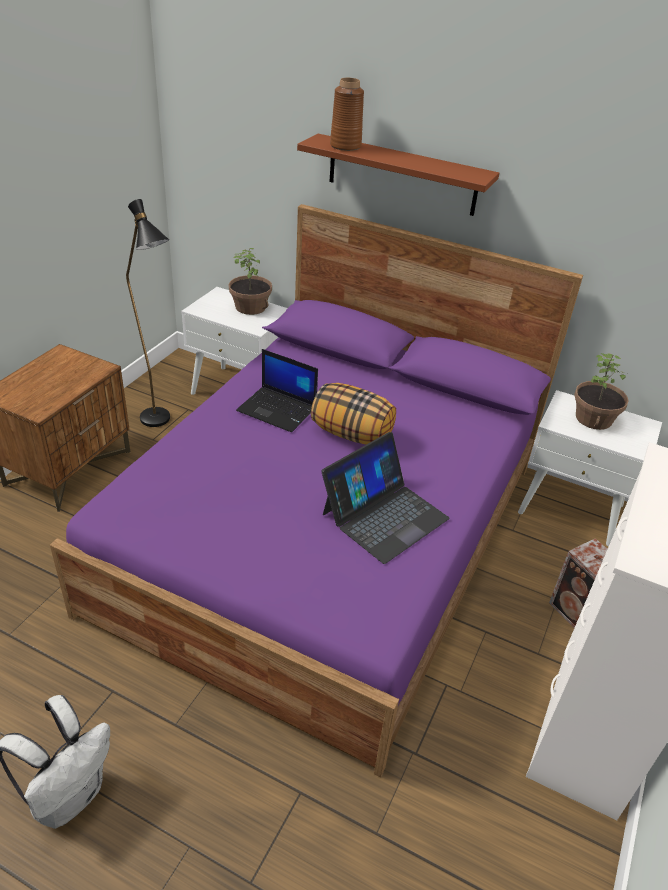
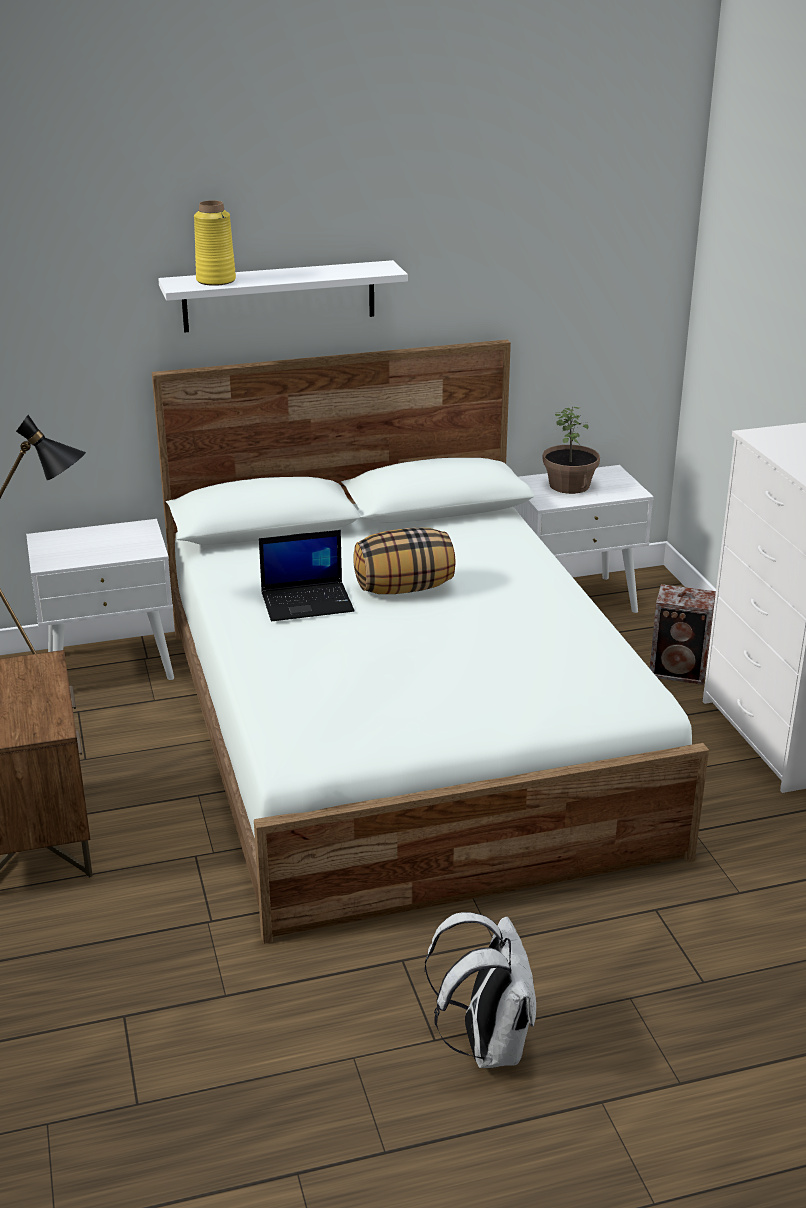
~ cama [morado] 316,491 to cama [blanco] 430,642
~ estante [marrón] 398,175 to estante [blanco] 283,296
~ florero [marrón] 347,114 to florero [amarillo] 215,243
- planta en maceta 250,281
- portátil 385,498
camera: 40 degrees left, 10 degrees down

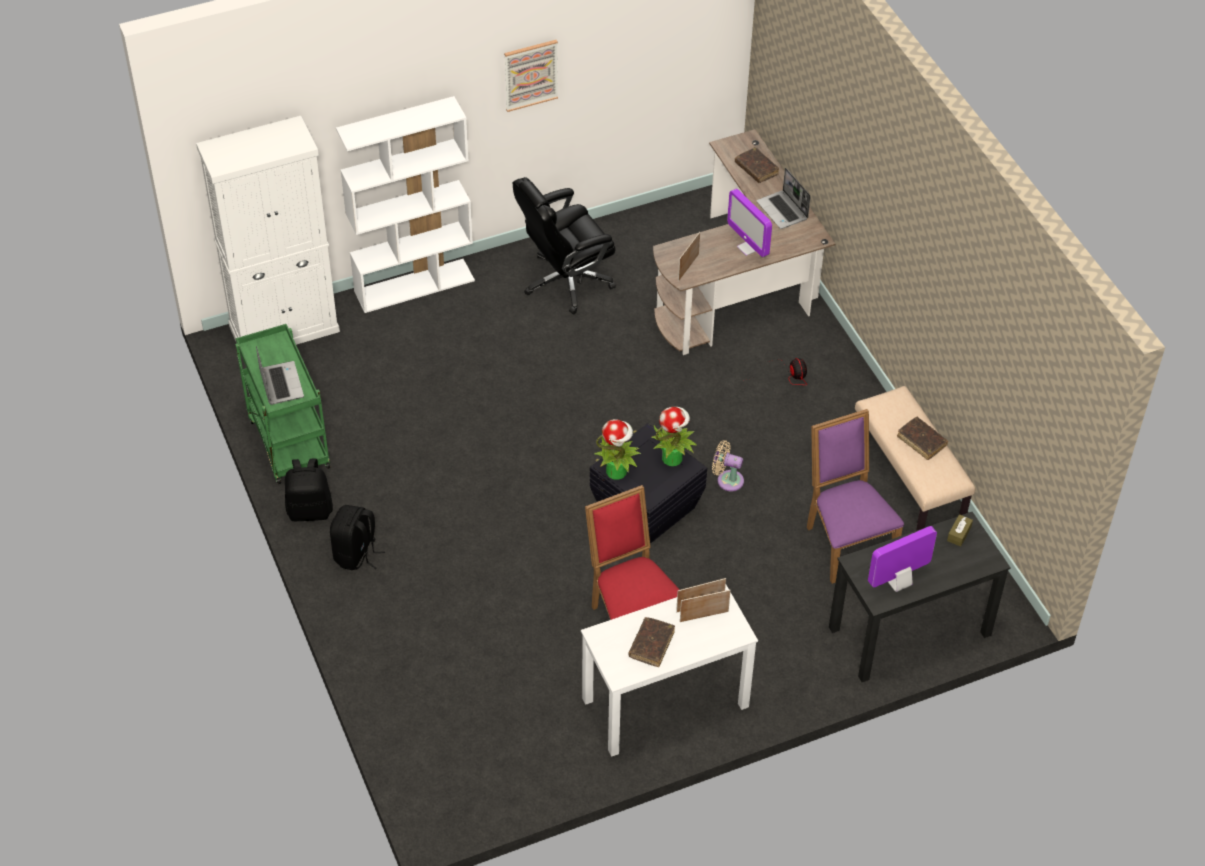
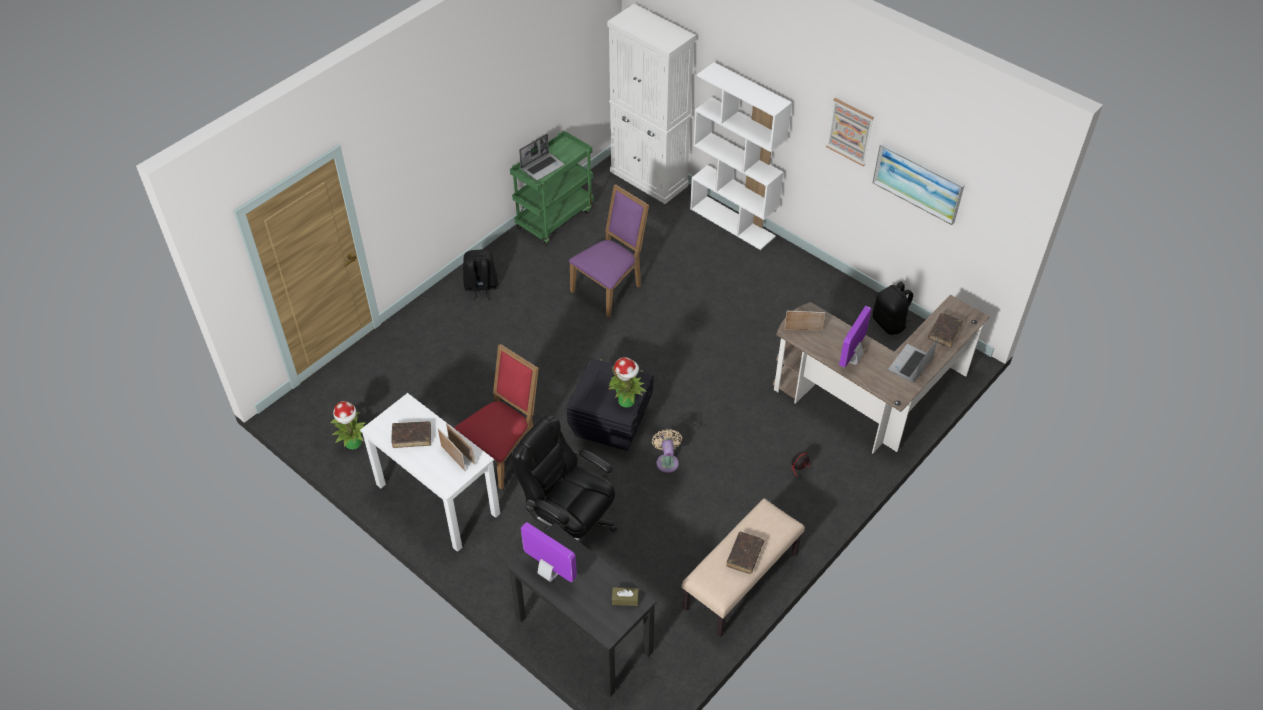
~ planta en maceta 617,449 to 347,425
~ silla de oficina [negro] 564,246 to 564,478
~ silla [morado] 855,496 to 609,251
+ cuadro 919,184
~ mochila [negro] 309,489 to 893,308
camera: 65 degrees right, 0 degrees up

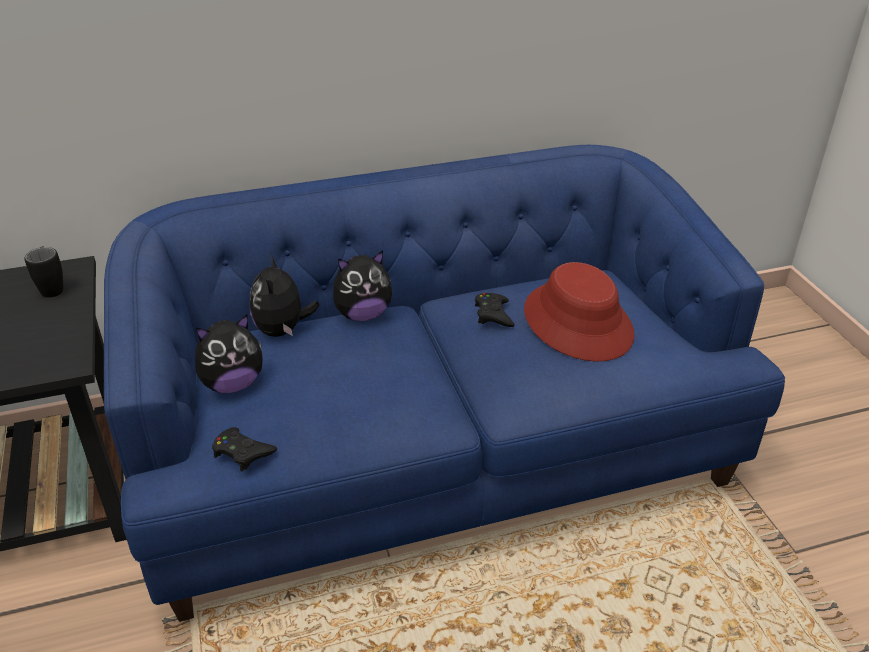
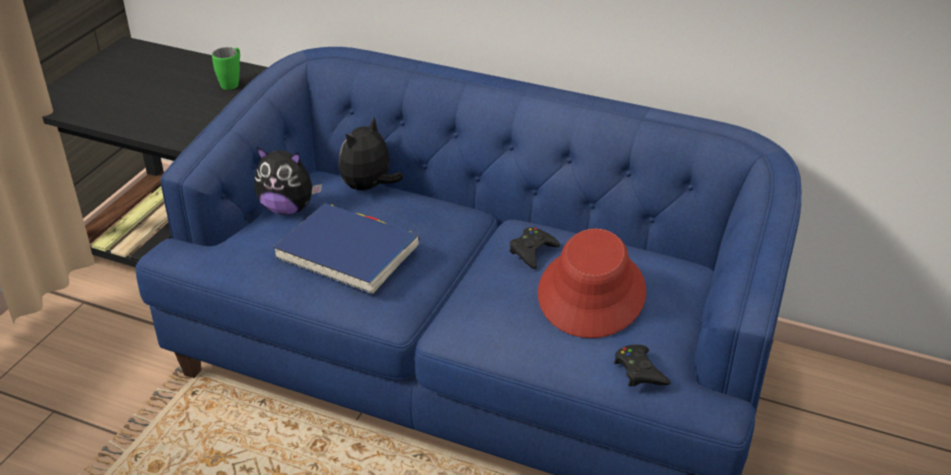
~ taza grande [negro] 43,272 to taza grande [verde] 226,68
+ libro [azul] 346,248
~ mando de consola [negro] 244,449 to 642,366
- peluche 362,286
camera: 40 degrees right, 0 degrees up

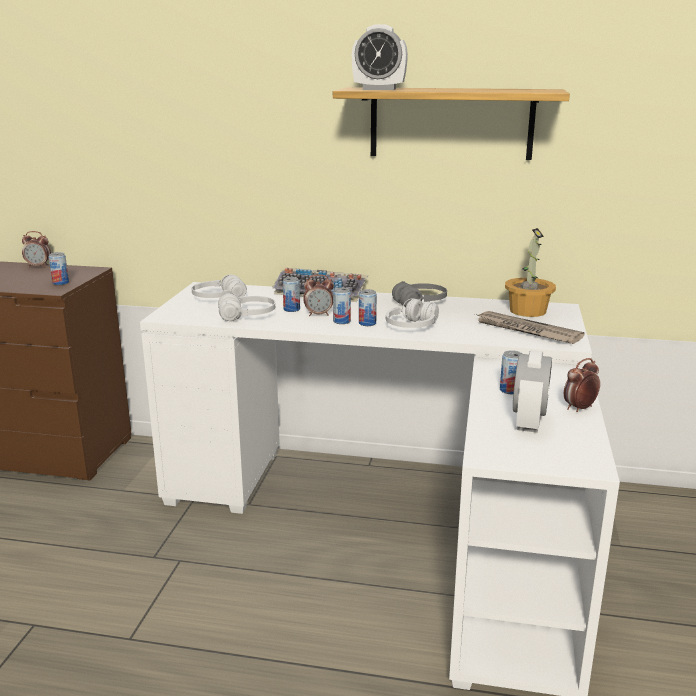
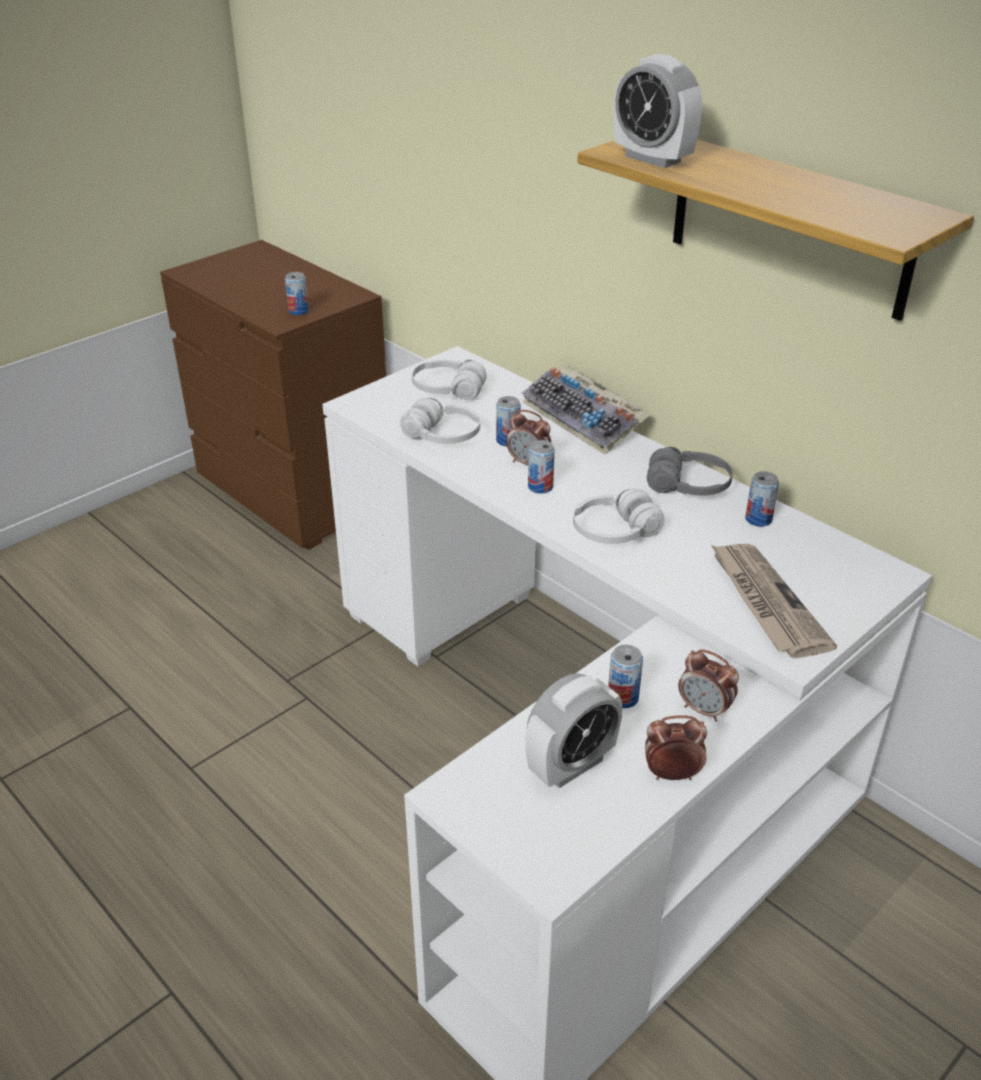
~ despertador 36,249 to 708,685
~ lata 368,307 to 762,499
- planta en maceta 530,272
camera: 35 degrees right, 15 degrees up

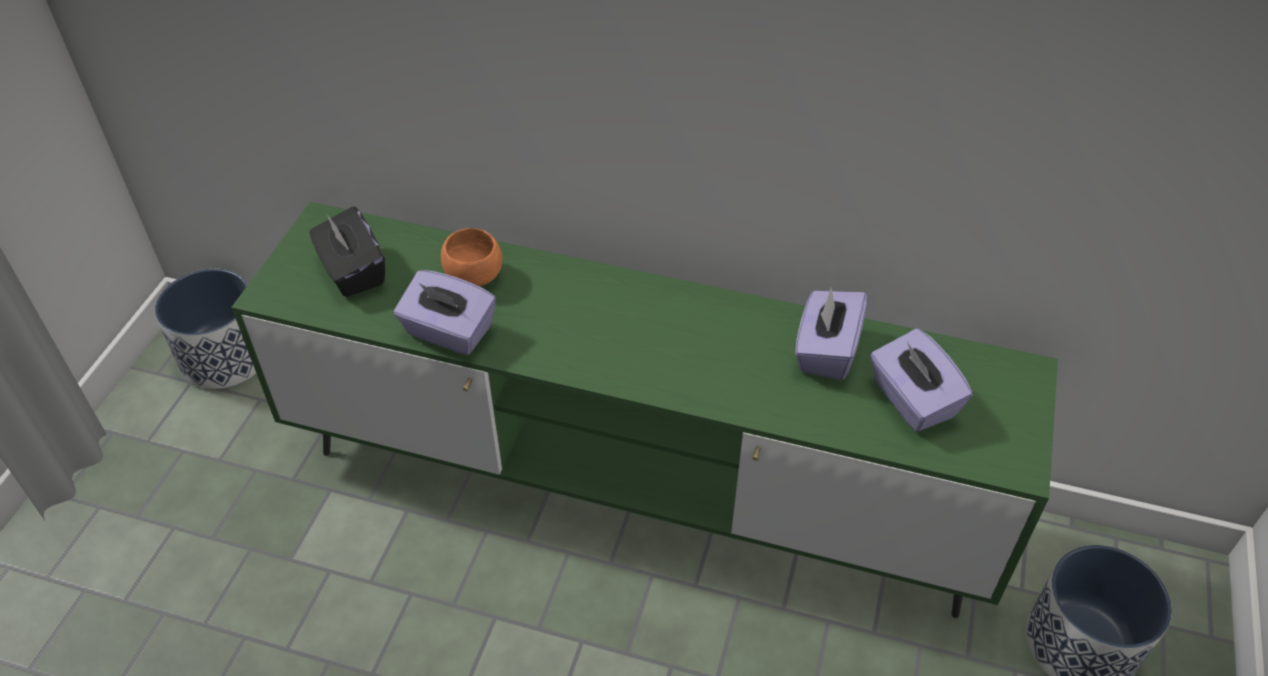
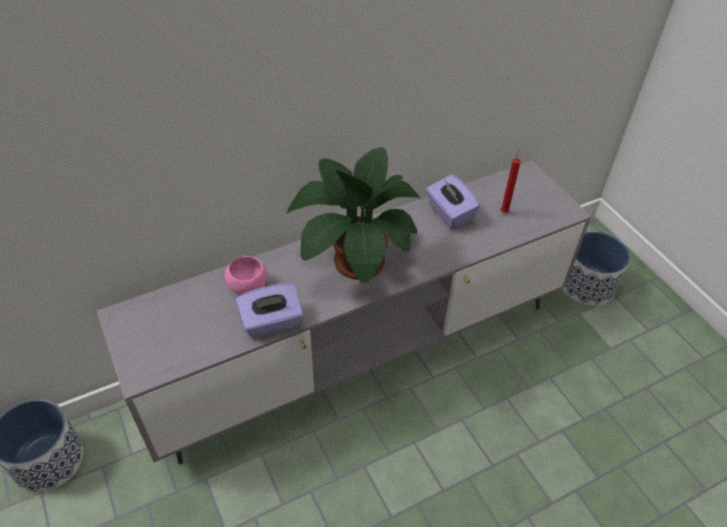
~ mueble de televisión [verde] 644,410 to mueble de televisión [gris] 344,313
~ cuenco [naranja] 471,257 to cuenco [rosa] 246,275
+ planta en maceta 353,215
~ caja de pañuelos [morado] 921,380 to vela [rojo] 511,181
- caja de pañuelos [negro] 347,251
camera: 45 degrees left, 0 degrees up

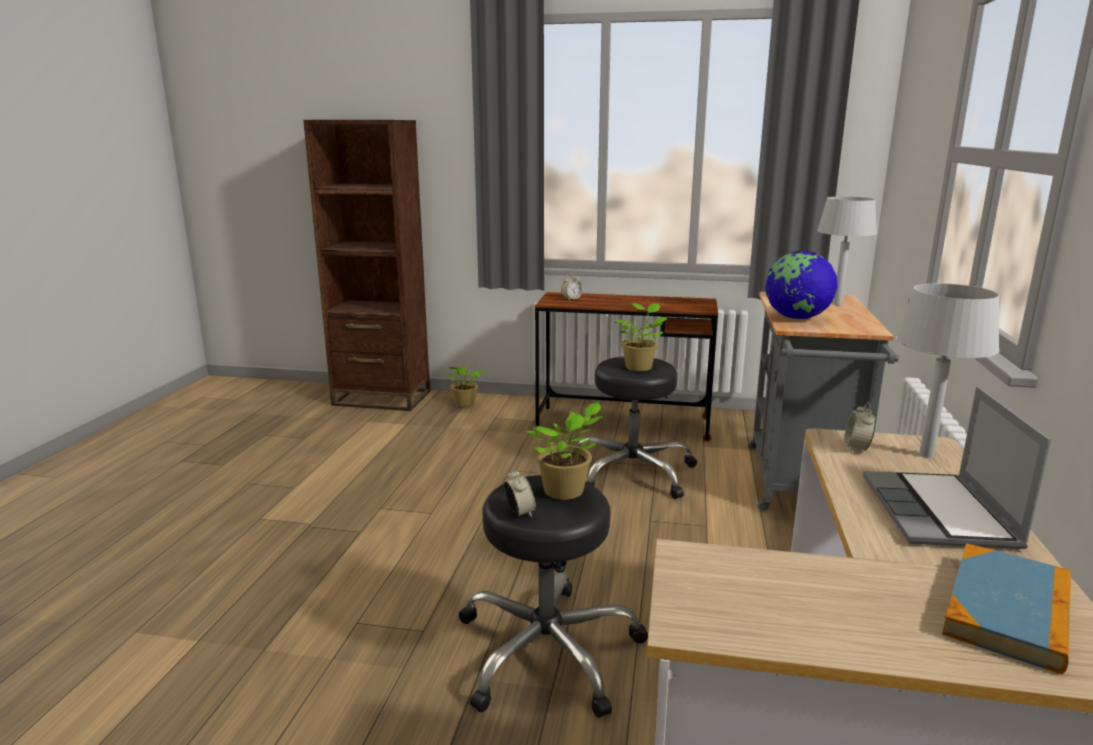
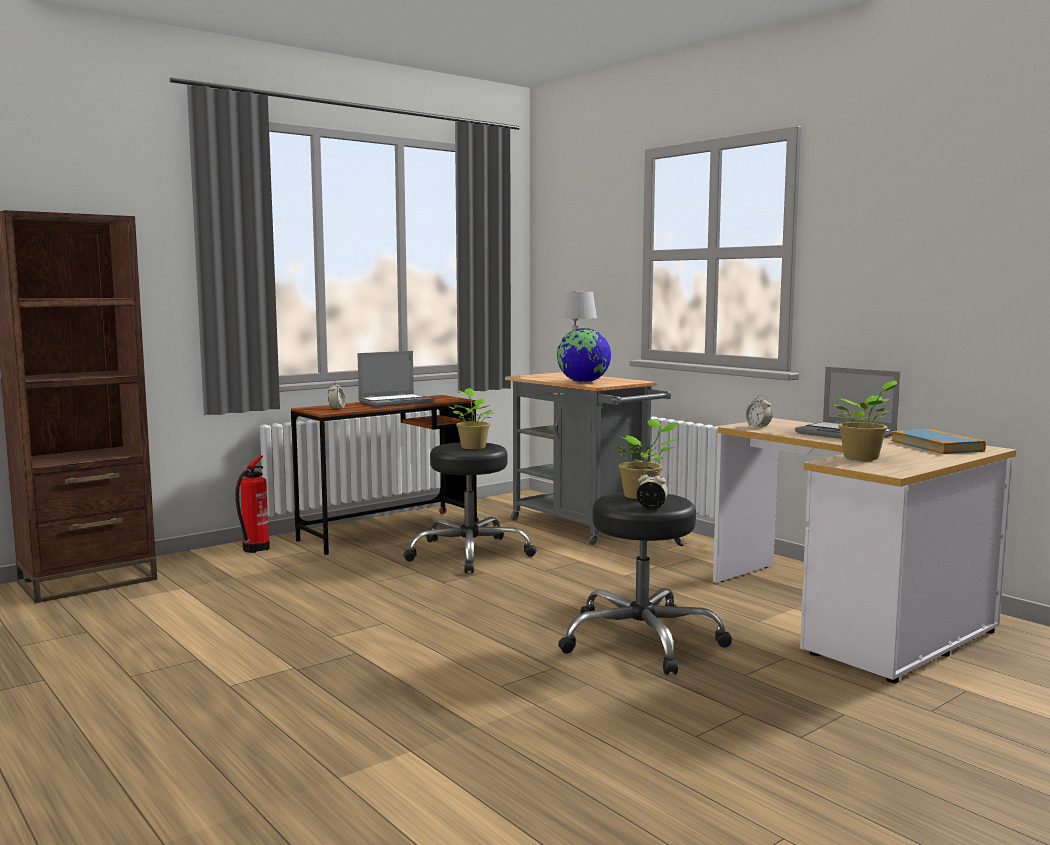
+ extintor 252,504
+ portátil 395,379
~ planta en maceta 463,386 to 864,420
- lámpara de mesa [gris] 948,370
camera: 50 degrees left, 10 degrees down

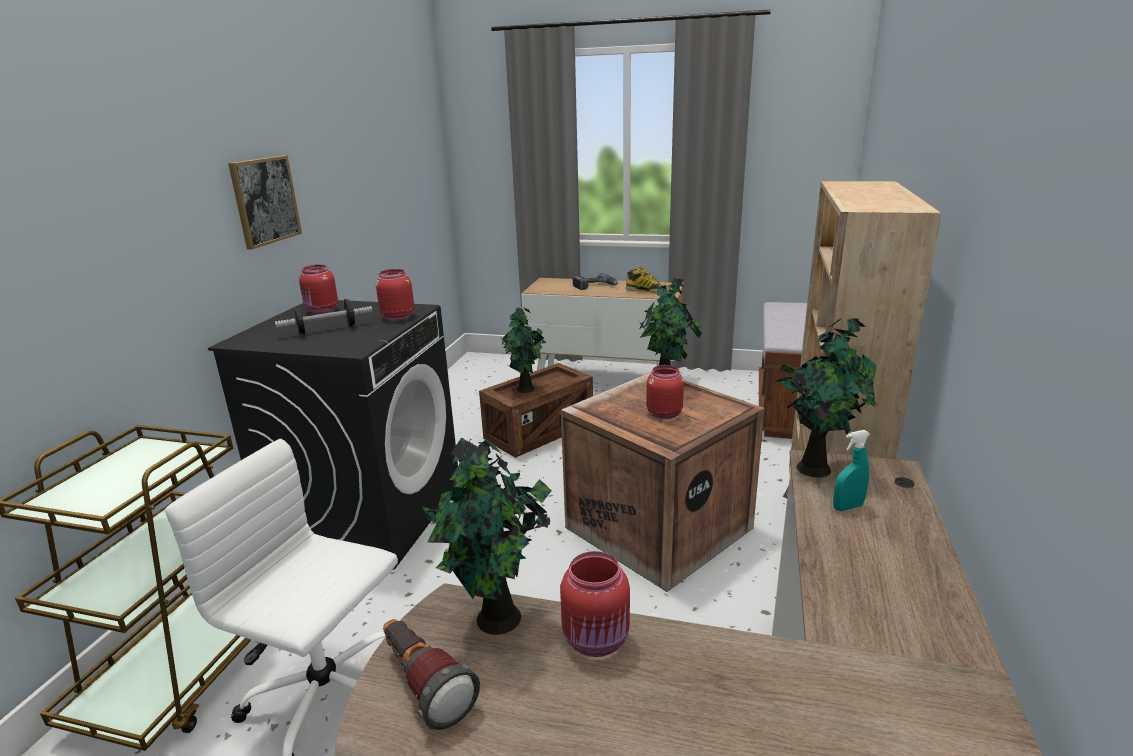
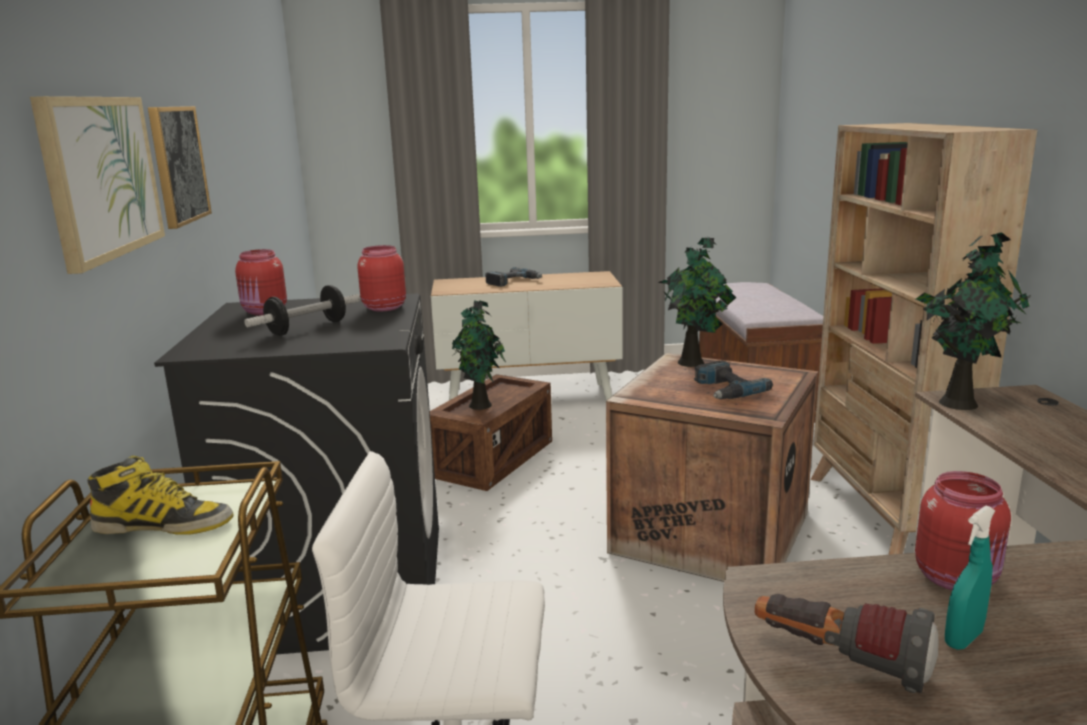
+ cuadro 97,185
~ bota 648,280 to 160,495
~ tarro [rojo] 665,392 to taladro 733,380
~ pulverizador [turquesa] 851,470 to 970,578
- planta en maceta 486,536
camera: 20 degrees left, 5 degrees down

